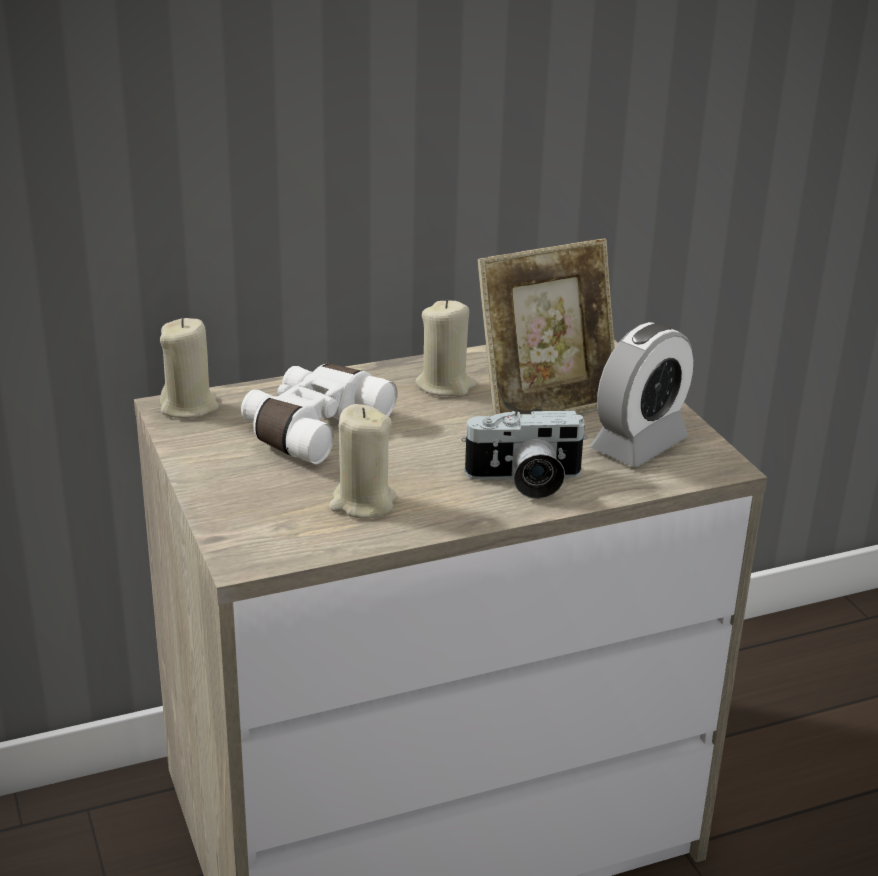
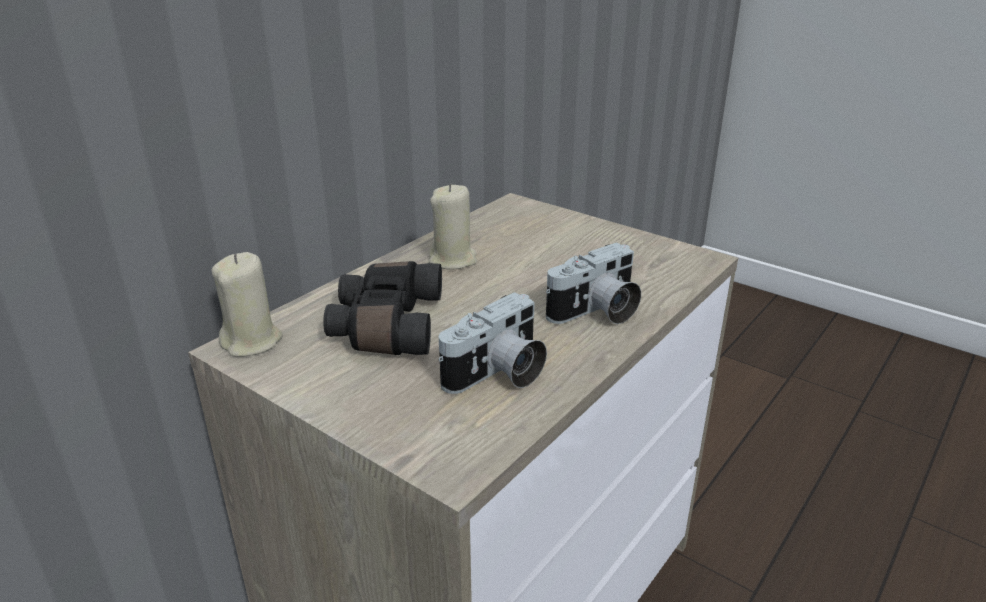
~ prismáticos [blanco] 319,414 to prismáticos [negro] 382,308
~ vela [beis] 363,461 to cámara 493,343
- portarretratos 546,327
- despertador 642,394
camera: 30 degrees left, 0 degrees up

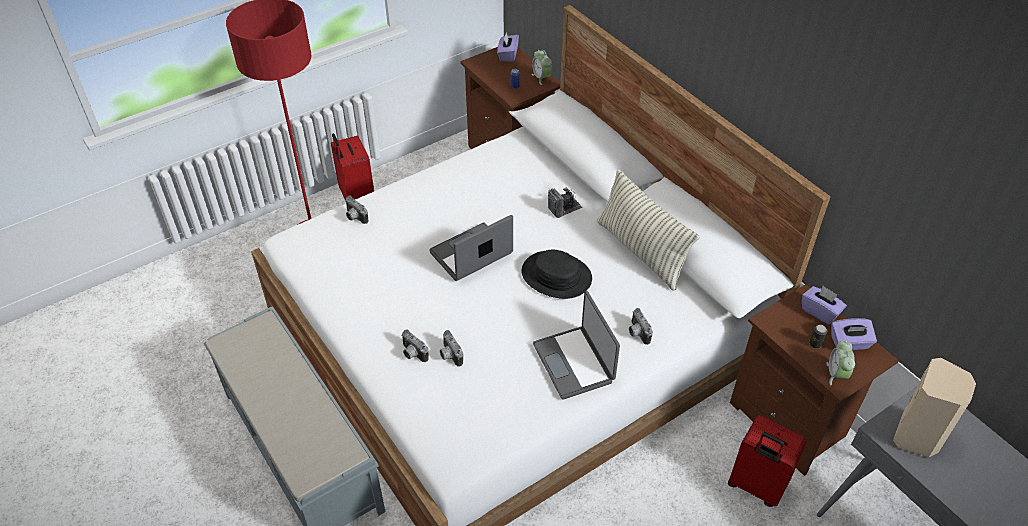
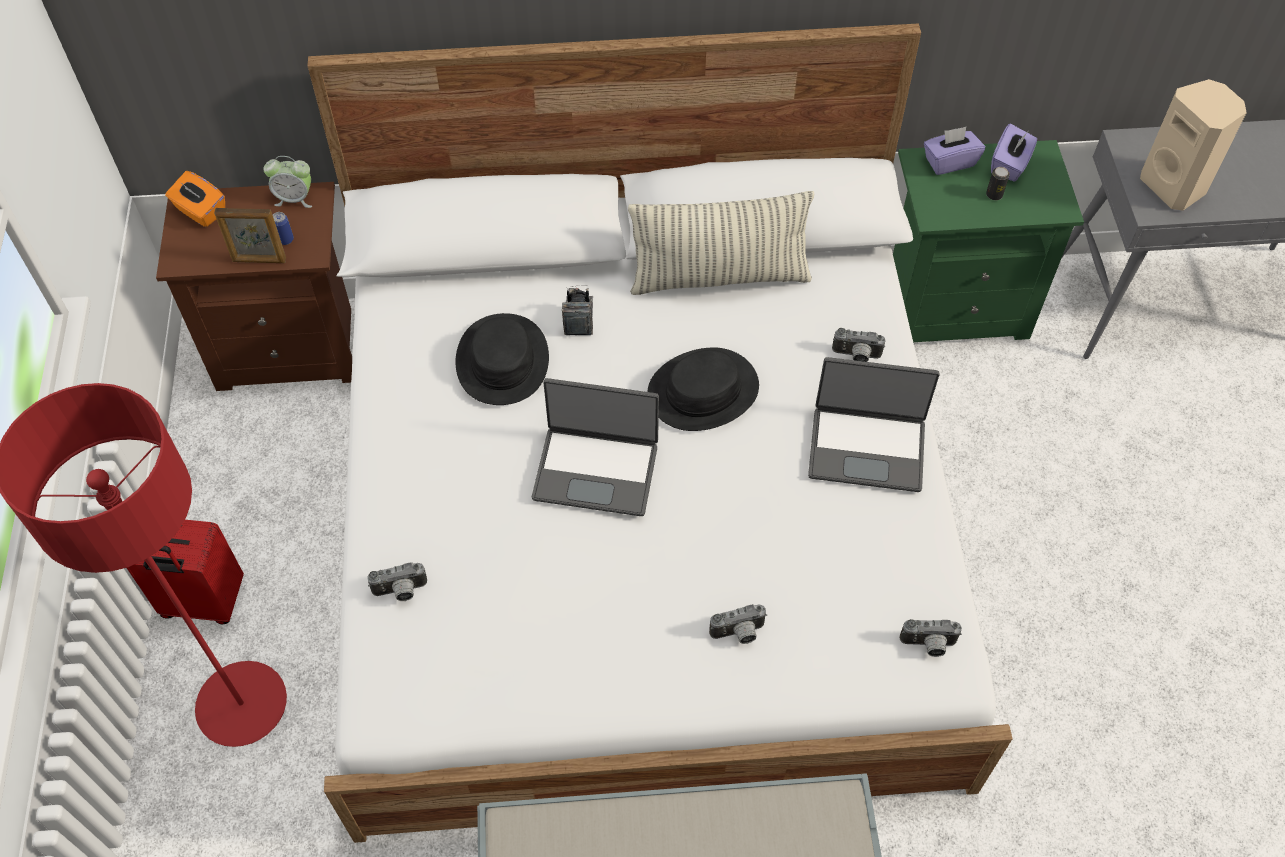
~ caja de pañuelos [morado] 508,47 to caja de pañuelos [naranja] 195,199
+ portarretratos 250,235
+ sombrero [negro] 502,359
~ portátil 471,248 = 595,447 75 degrees counterclockwise
~ mesita de noche [marrón] 814,380 to mesita de noche [verde] 988,241
~ cámara 451,348 to 930,638
- maleta [rojo] 767,461
- despertador 841,362
camera: 60 degrees left, 10 degrees up

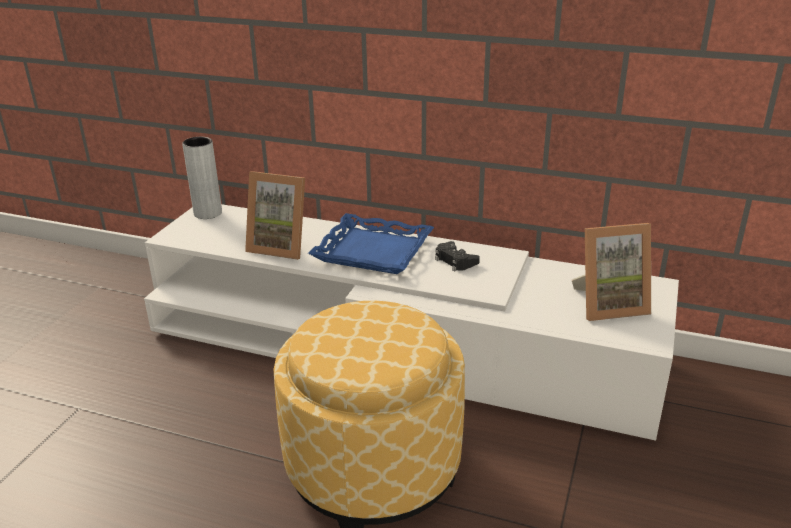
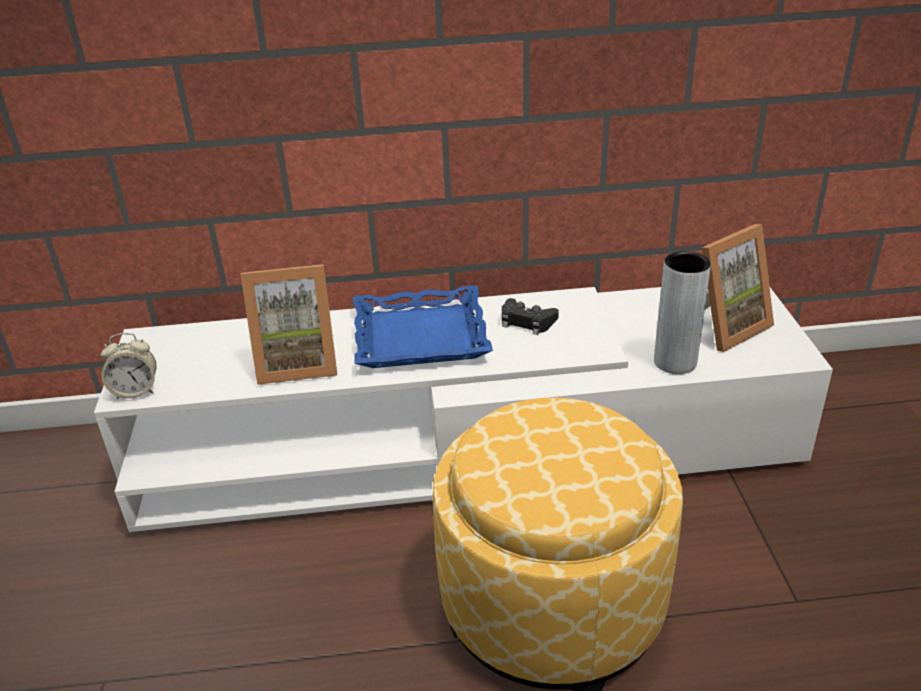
+ despertador 129,366
~ florero [gris] 202,178 to 682,312
camera: 25 degrees left, 5 degrees up

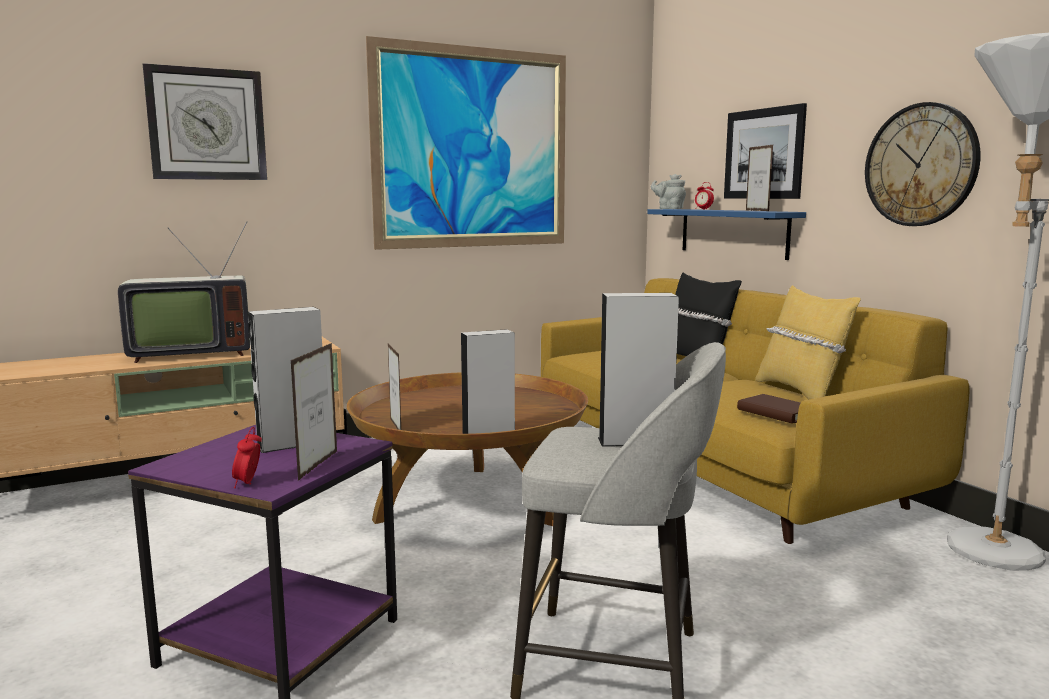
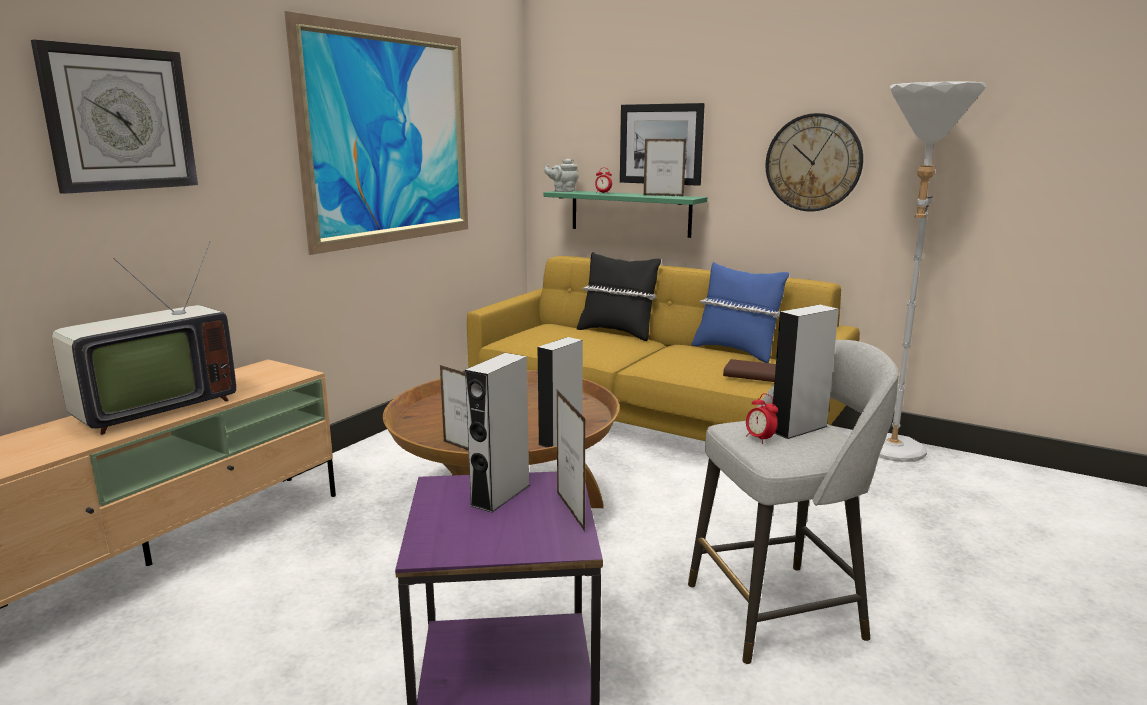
~ estante [azul] 726,234 to estante [verde] 625,214
~ portarretratos 759,178 = 665,167 150 degrees clockwise
~ cojín [amarillo] 808,342 to cojín [azul] 740,312
~ despertador 247,457 to 762,418
camera: 30 degrees left, 5 degrees up

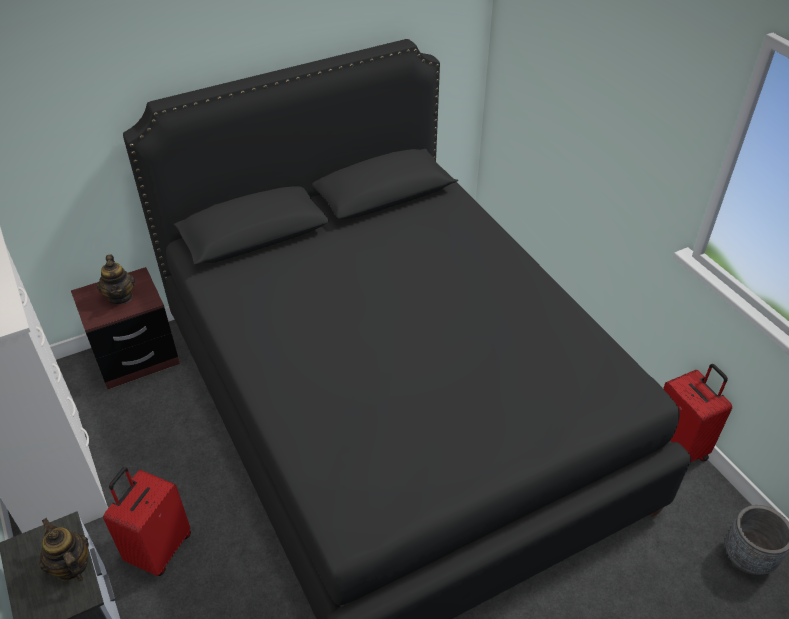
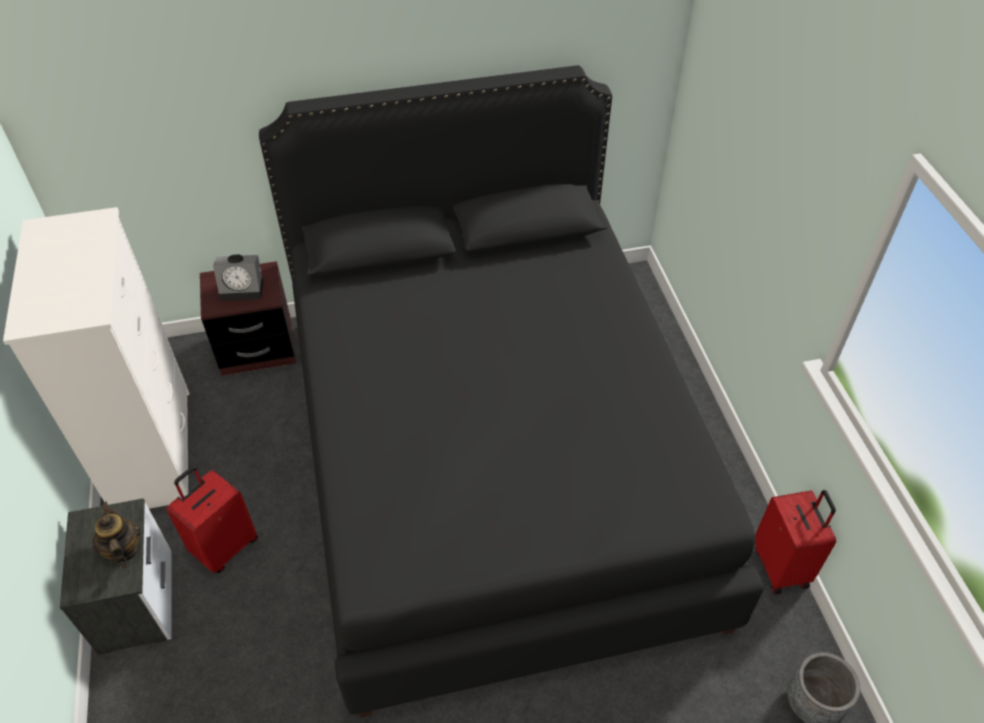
~ tetera 116,279 to despertador 238,277
camera: 15 degrees right, 5 degrees up

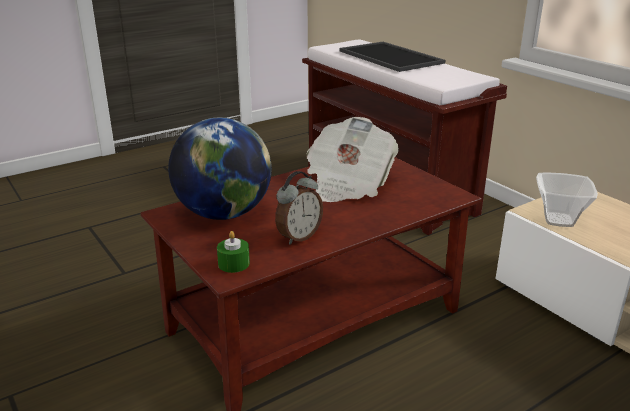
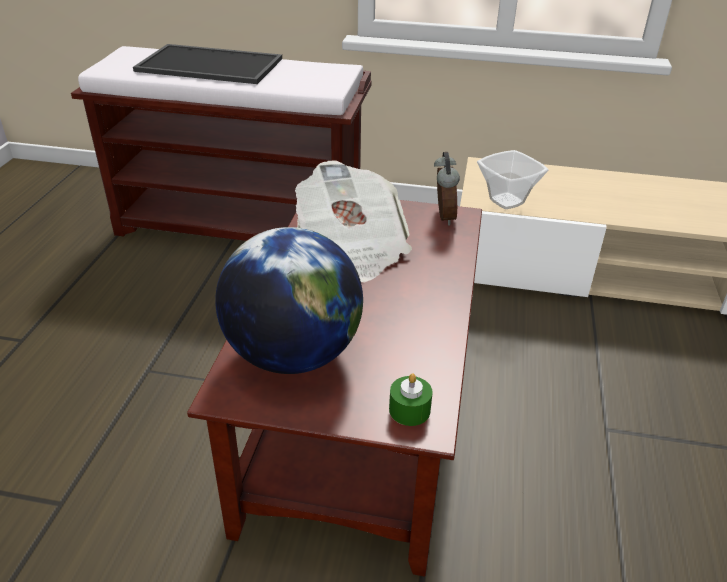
~ despertador 299,208 to 447,189
camera: 45 degrees left, 10 degrees up

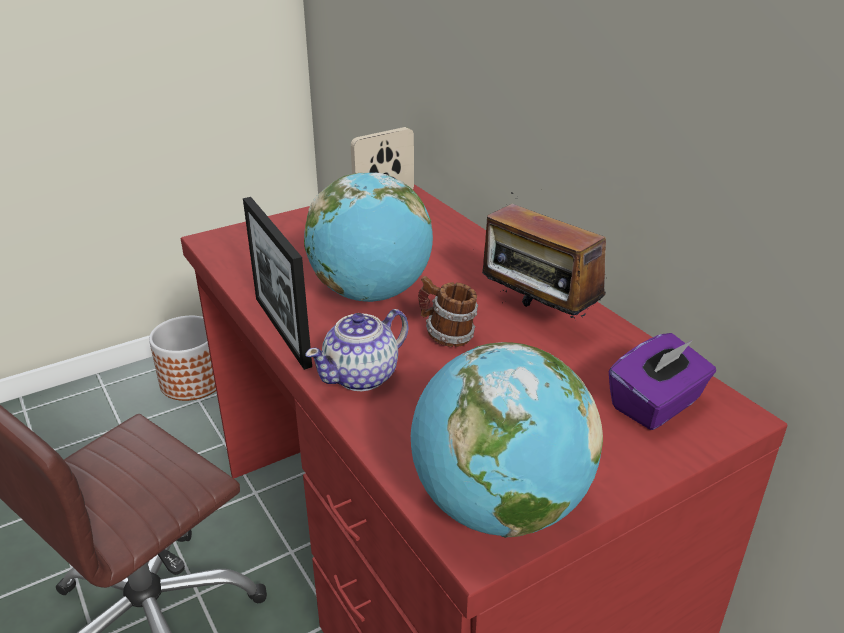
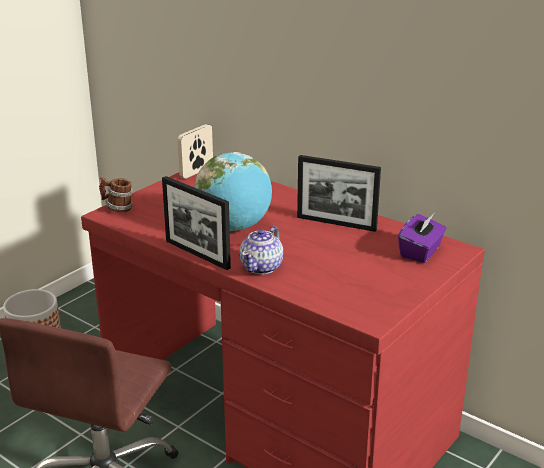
~ taza grande 448,311 to 116,194
~ radio 544,255 to portarretratos 339,193
- globo terráqueo 507,440
camera: 20 degrees left, 5 degrees down

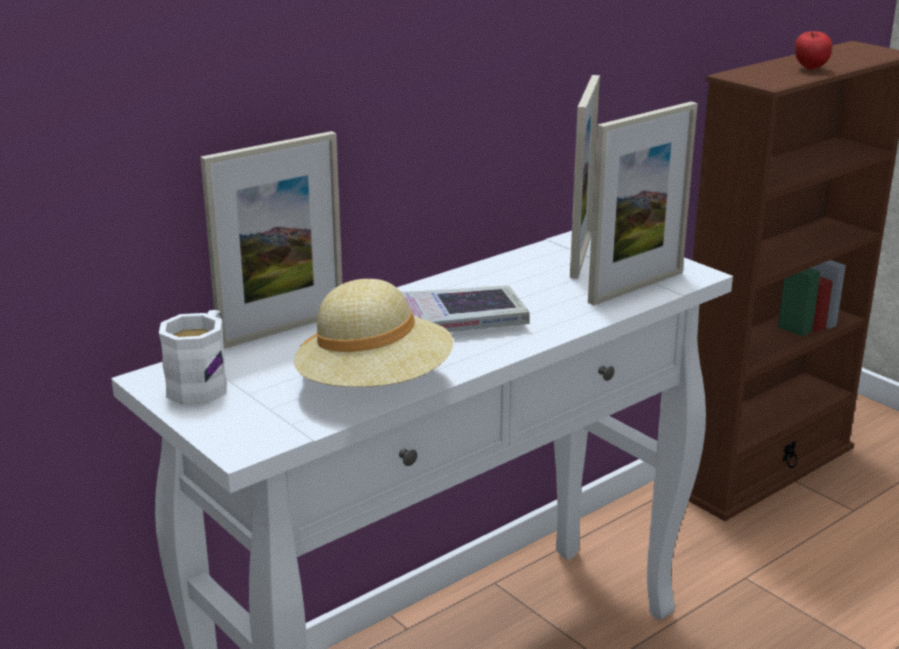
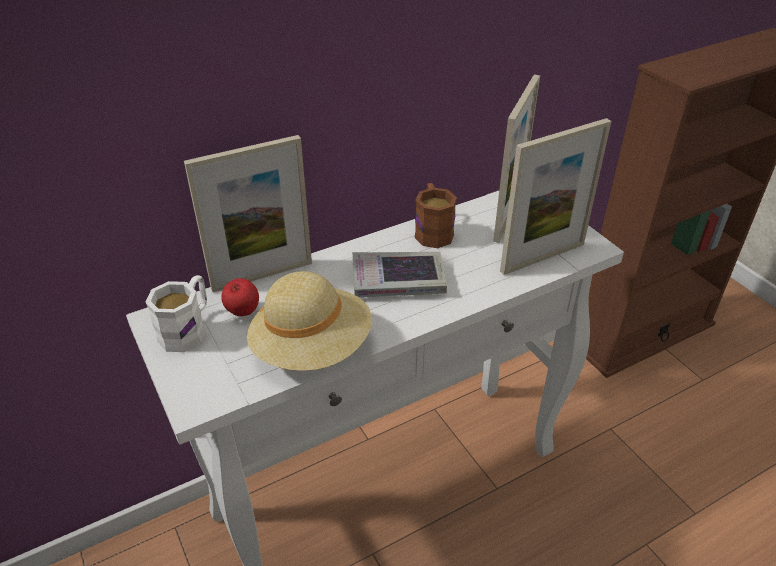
~ manzana 813,50 to 240,297
+ taza grande [marrón] 435,215
camera: 10 degrees right, 15 degrees up

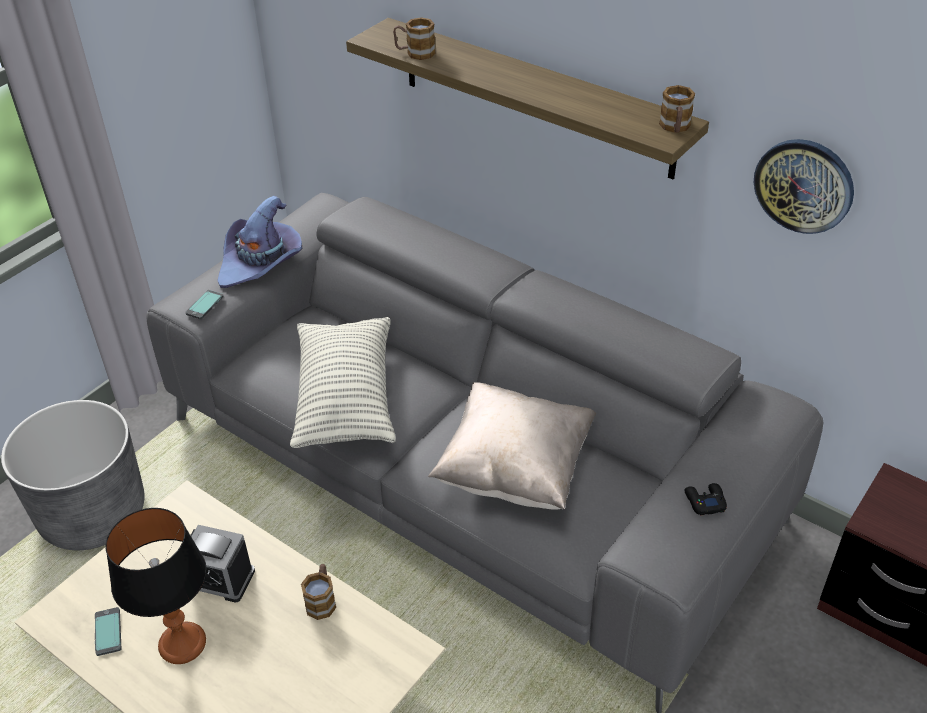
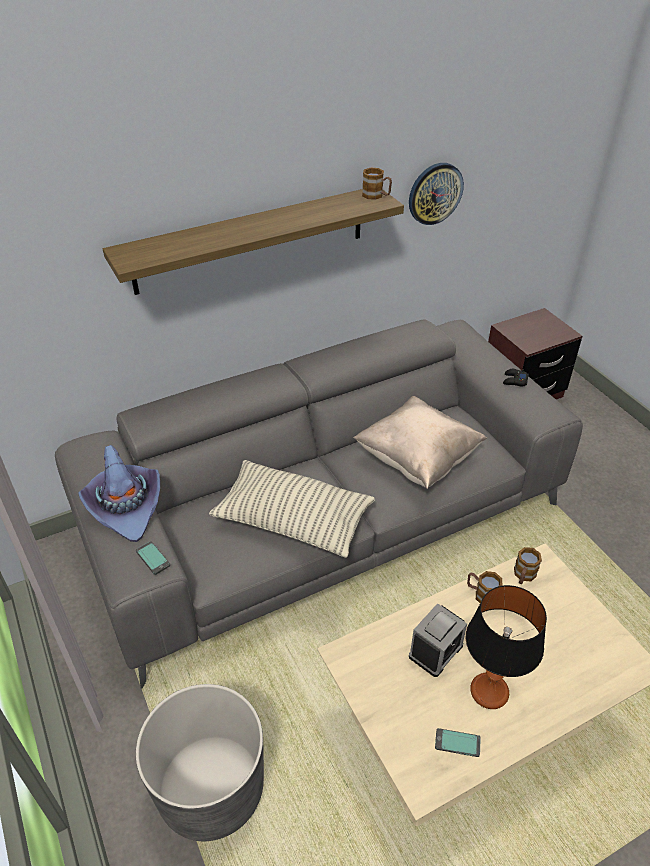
~ taza grande 414,38 to 528,565
camera: 65 degrees left, 0 degrees up

